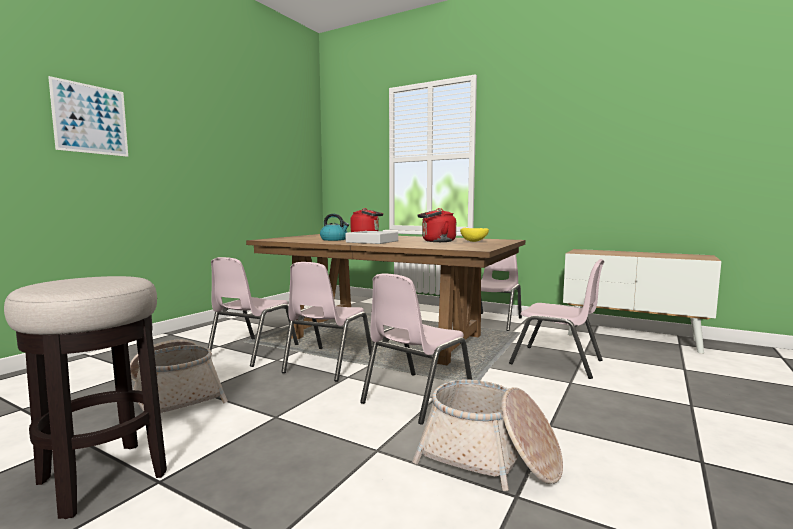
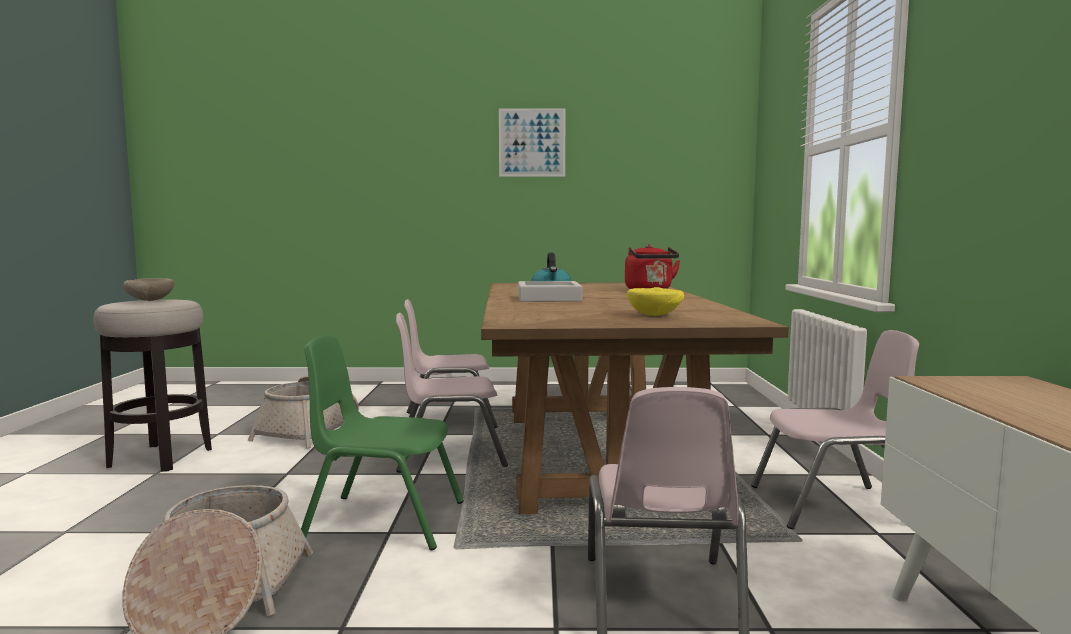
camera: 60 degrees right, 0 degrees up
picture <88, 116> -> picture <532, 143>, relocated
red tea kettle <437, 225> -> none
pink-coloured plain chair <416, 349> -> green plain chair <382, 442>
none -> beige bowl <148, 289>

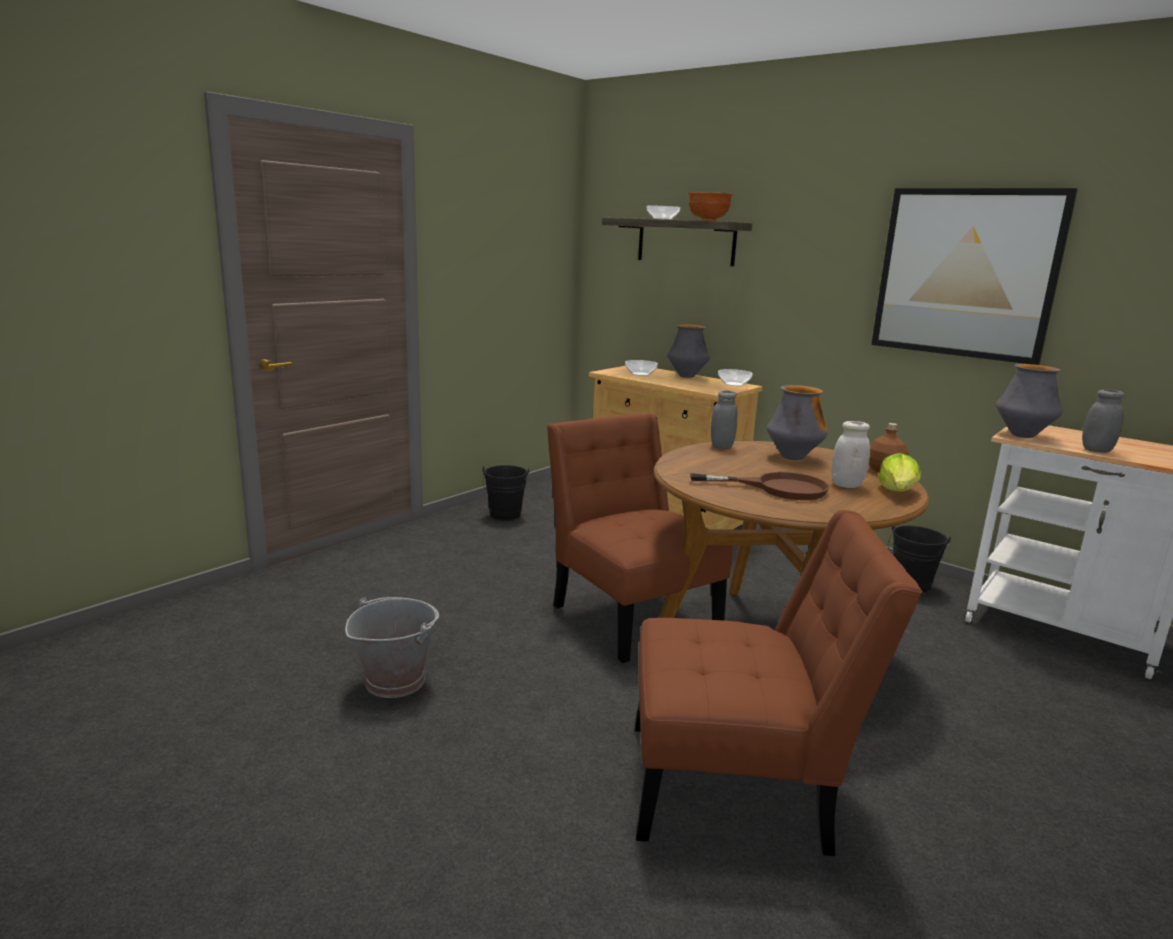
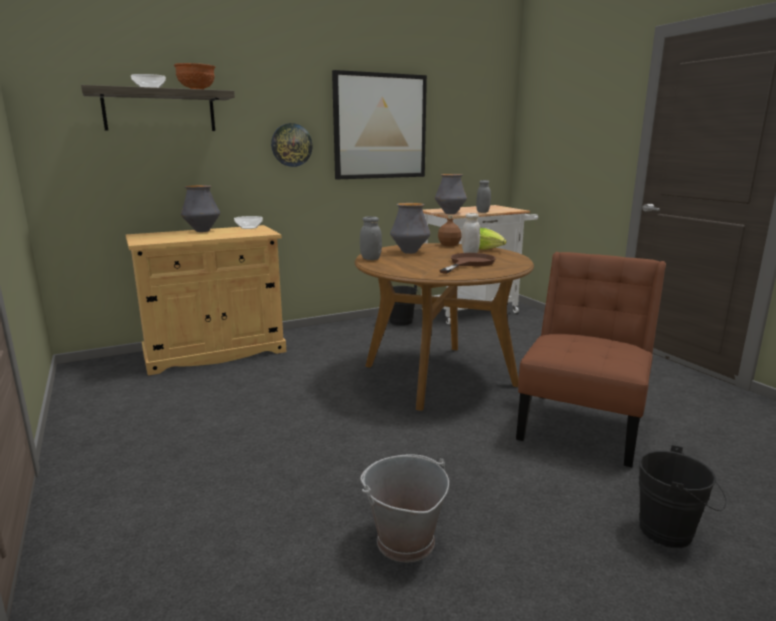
camera: 65 degrees left, 0 degrees up
bowl <641, 368> -> none
brown-coloured plain chair <640, 538> -> none
black-coloured water bucket <505, 492> -> black-coloured water bucket <683, 496>, relocated
none -> wall clock <292, 145>

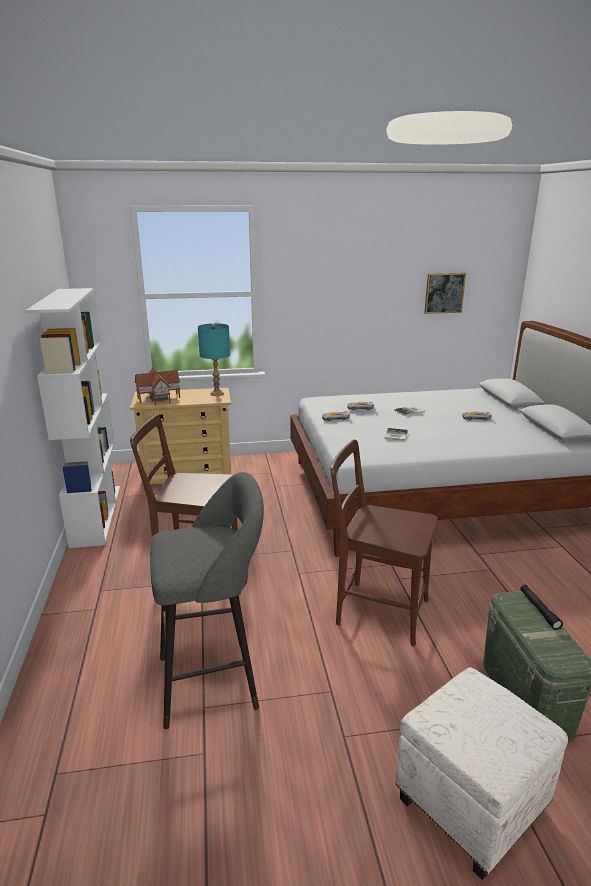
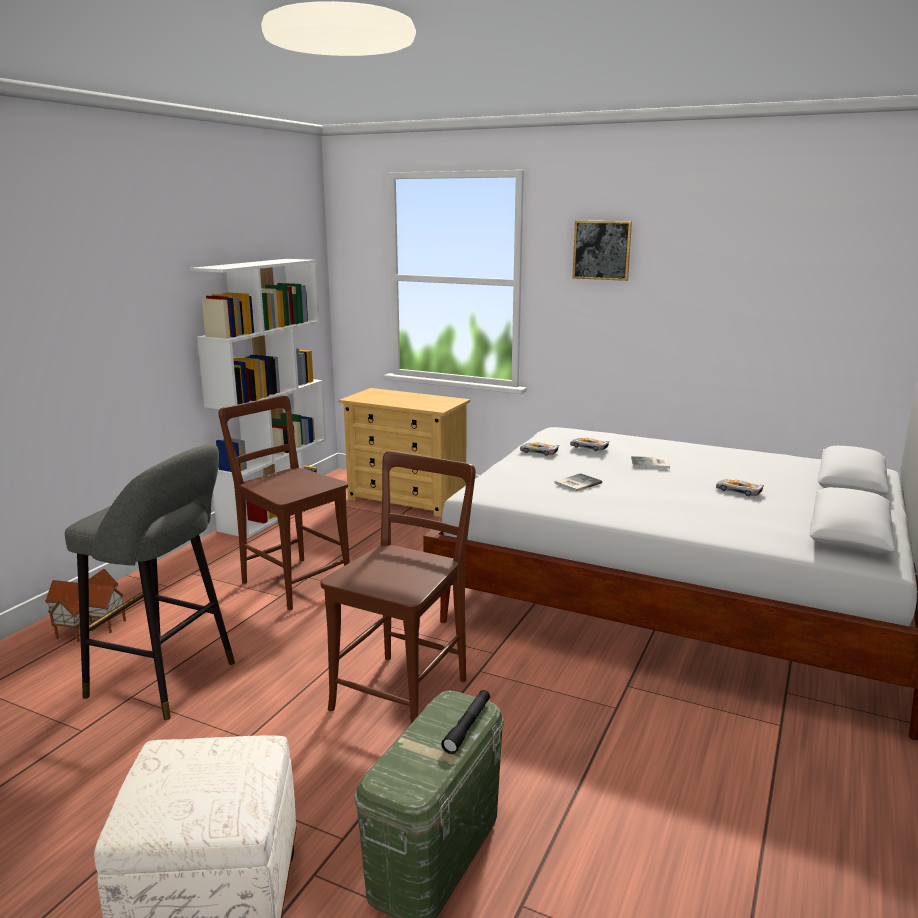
camera: 35 degrees right, 5 degrees down
picture <445, 293> -> picture <602, 251>, relocated
blue-green lamp for a table <214, 359> -> none
model house <157, 386> -> model house <85, 605>, relocated
brown-coloured plain chair <384, 542> -> brown-coloured plain chair <398, 587>, 60 degrees clockwise

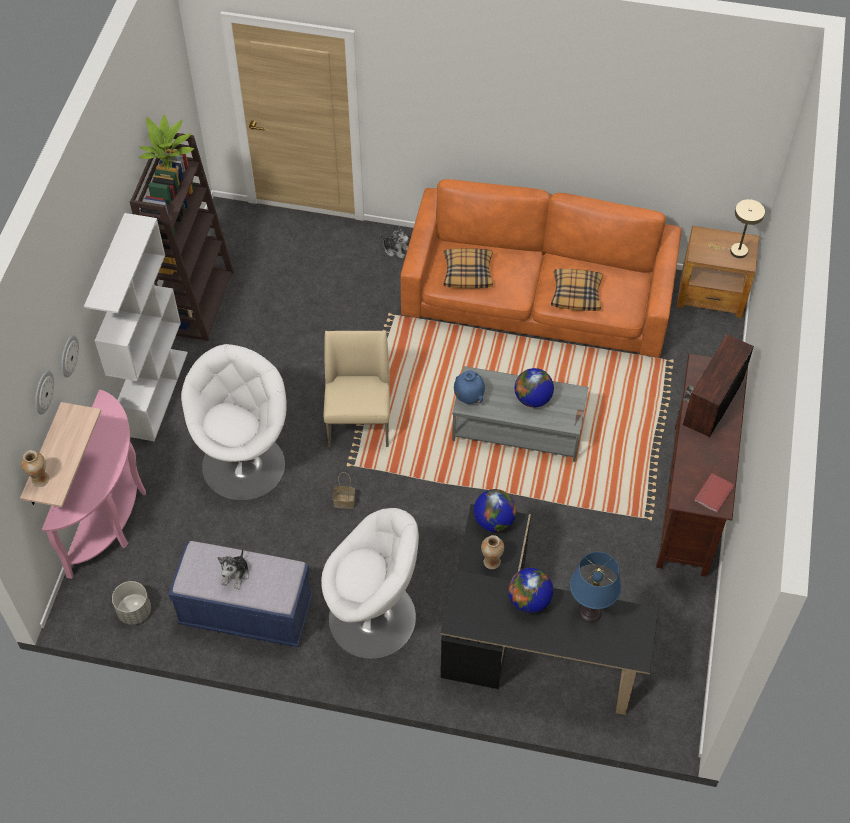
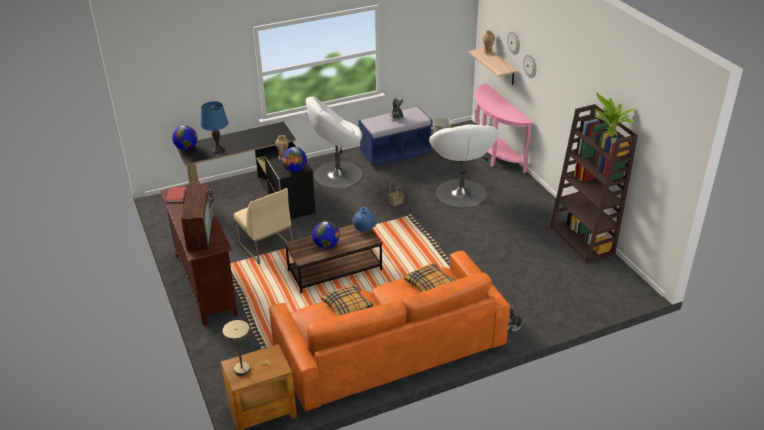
camera: 145 degrees right, 20 degrees down
whitish bookcase <136, 327> -> none
beige plain chair <357, 389> -> beige plain chair <263, 226>, relocated
gray coffee table <520, 414> -> brown-coloured coffee table <333, 258>
globe <530, 590> -> globe <184, 137>, relocated

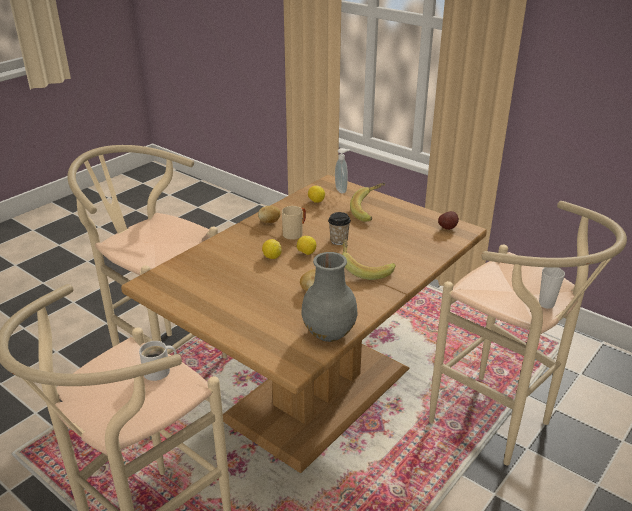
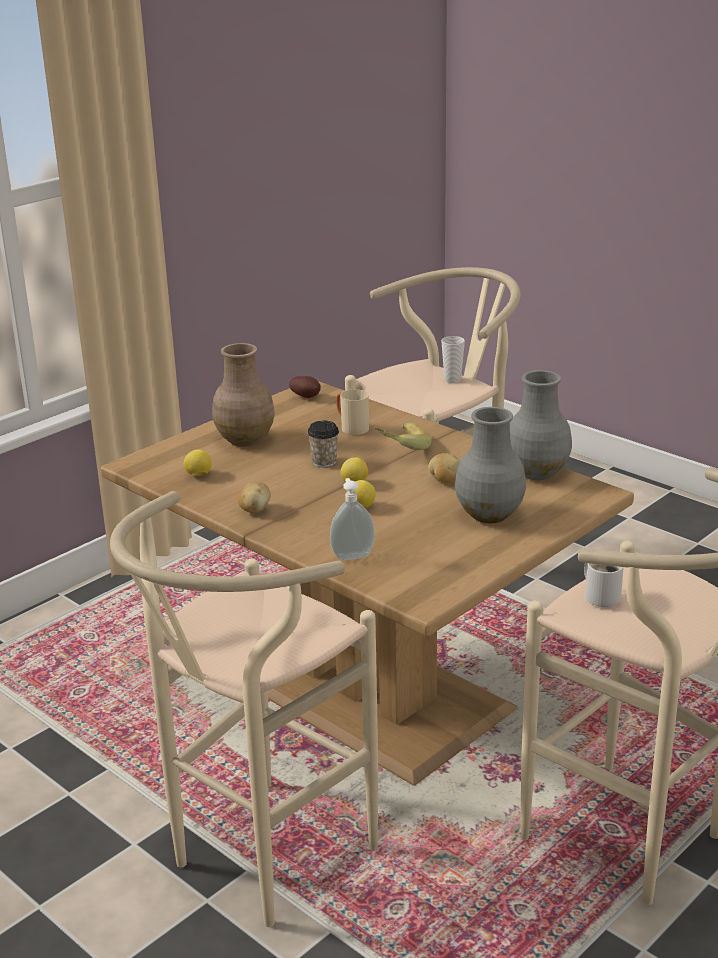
camera: 85 degrees left, 5 degrees down
soap dispenser <342, 170> -> soap dispenser <352, 519>, relocated
banana fruit <367, 202> -> brown-coloured flower vase <243, 395>
beige coffee mug <294, 223> -> beige coffee mug <352, 412>, relocated
none -> gray flower vase <490, 465>

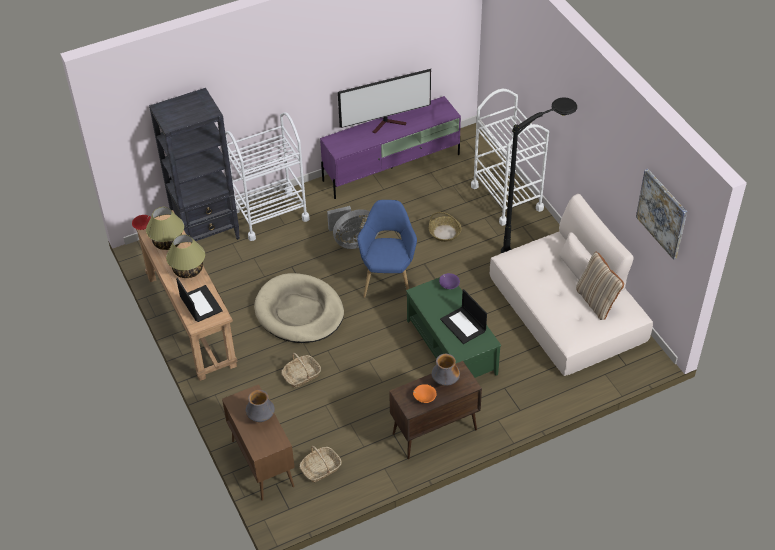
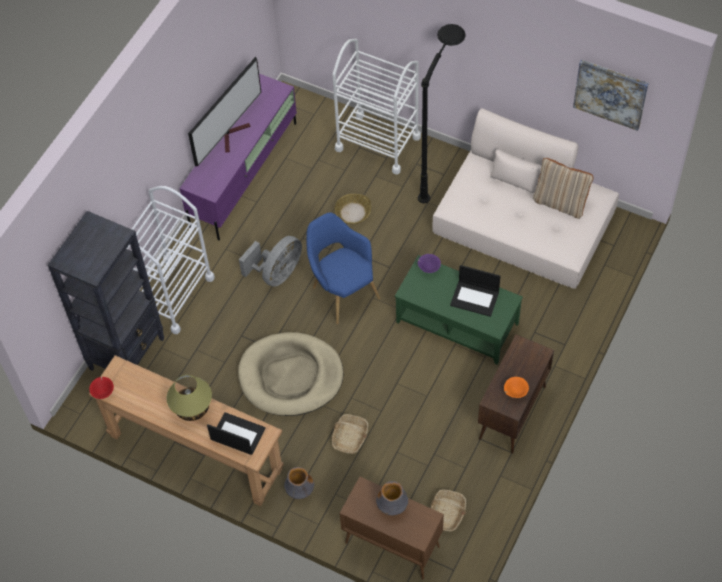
camera: 35 degrees left, 10 degrees up
lamp for a table <165, 228> -> none
flower vase <445, 370> -> flower vase <299, 483>, relocated

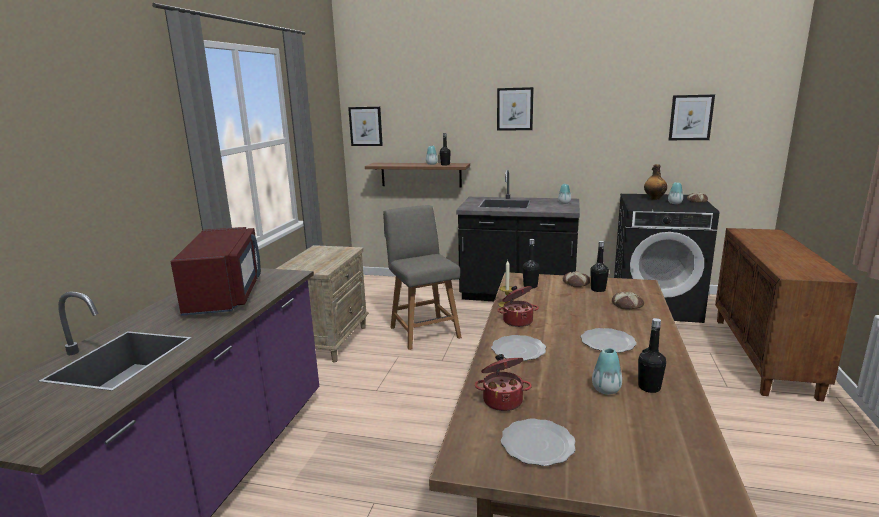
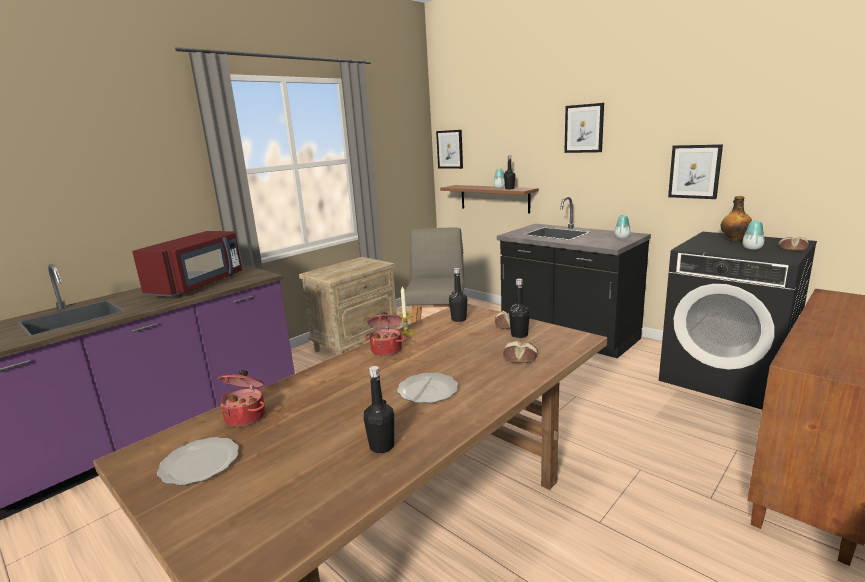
camera: 30 degrees right, 0 degrees up
picture <692, 117> -> picture <695, 171>, relocated
plate <518, 348> -> none
flower vase <607, 371> -> none

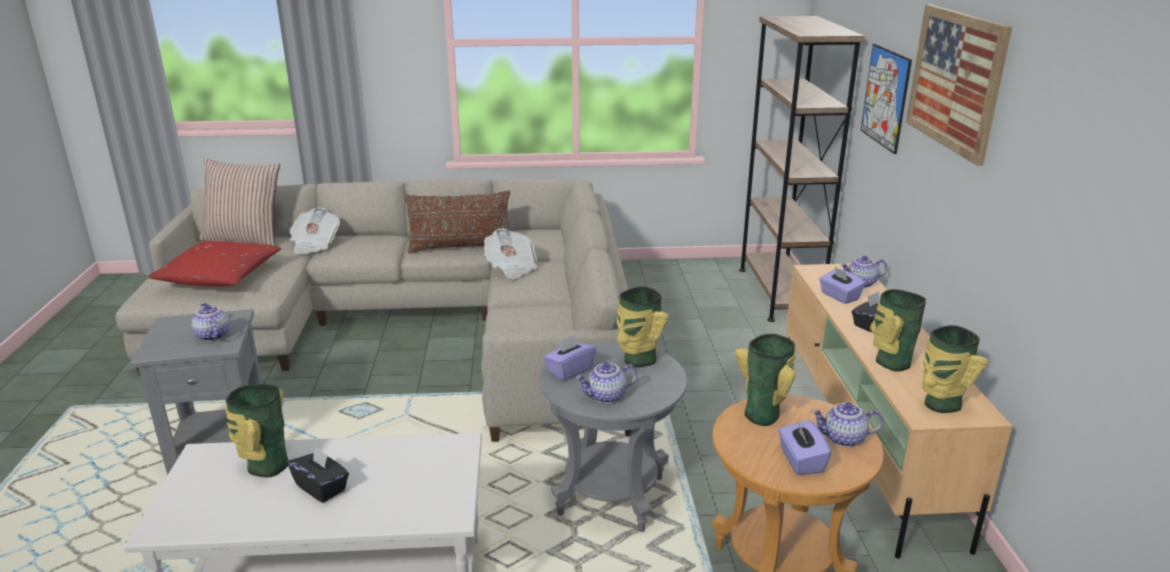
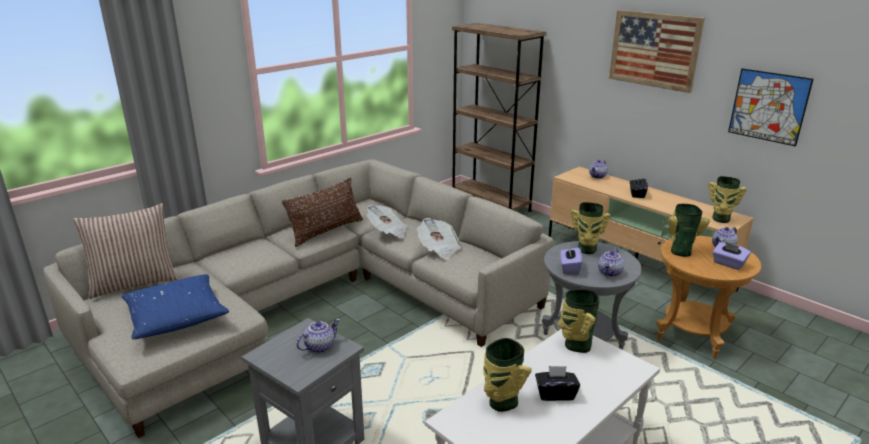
camera: 40 degrees left, 0 degrees up
picture <886, 99> -> picture <771, 108>, relocated
printed paper <314, 230> -> printed paper <439, 239>, relocated
red pillow <215, 263> -> blue pillow <175, 306>
purple tissue box <842, 285> -> none
flower vase <898, 330> -> flower vase <578, 321>, relocated
pot for tea <210, 322> -> pot for tea <318, 336>, 120 degrees clockwise

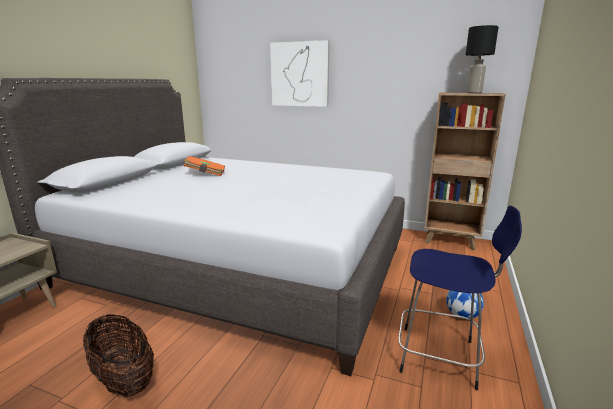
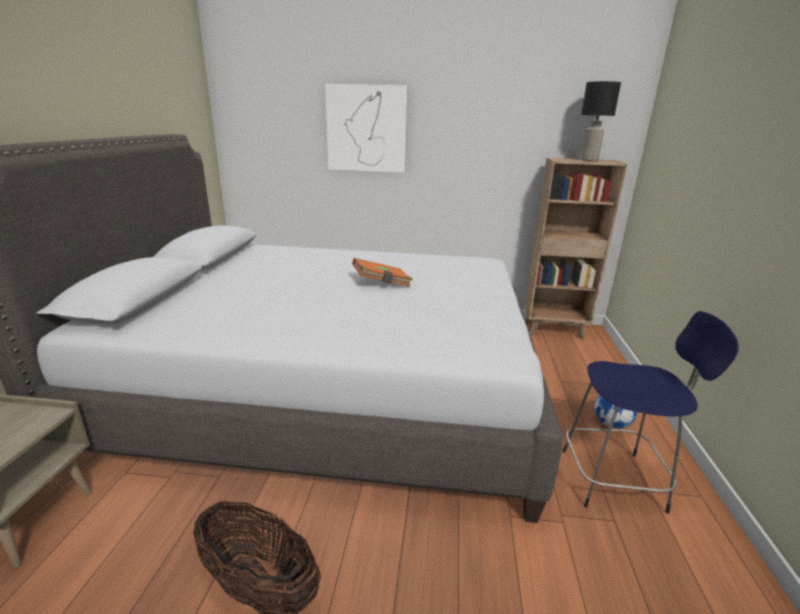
camera: 15 degrees left, 5 degrees up
orangey volume <204, 166> -> orangey volume <382, 272>, relocated

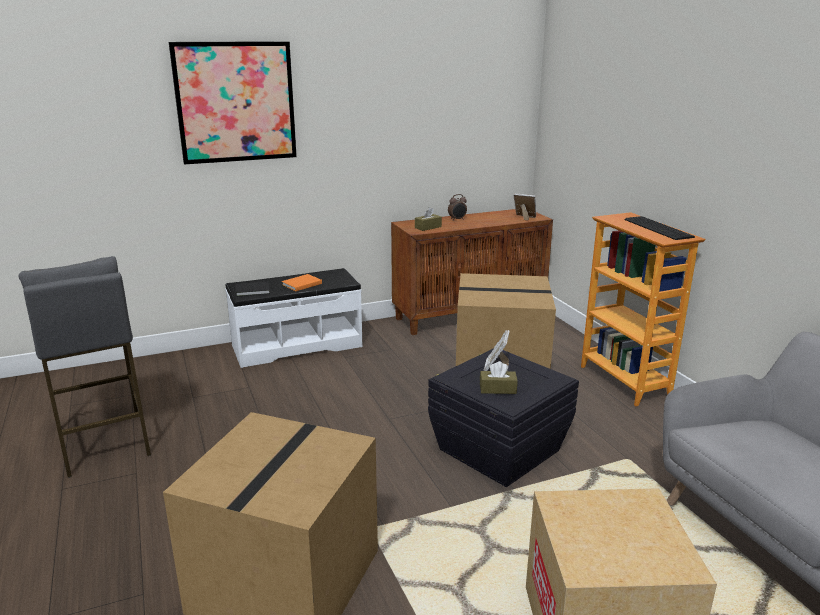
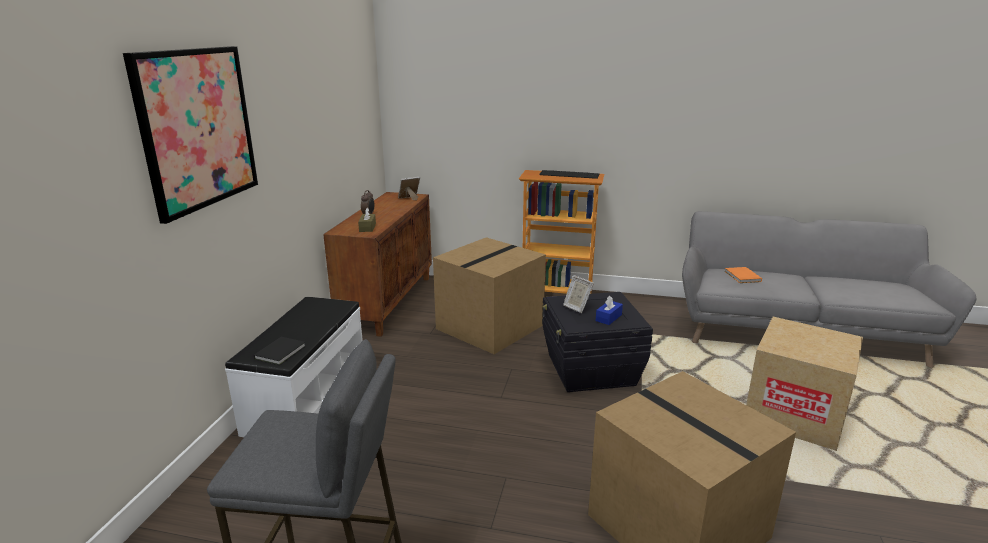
camera: 55 degrees left, 0 degrees up
orangey volume <302, 282> -> orangey volume <743, 275>, relocated
brown-coloured tissue box <499, 377> -> blue tissue box <609, 310>

